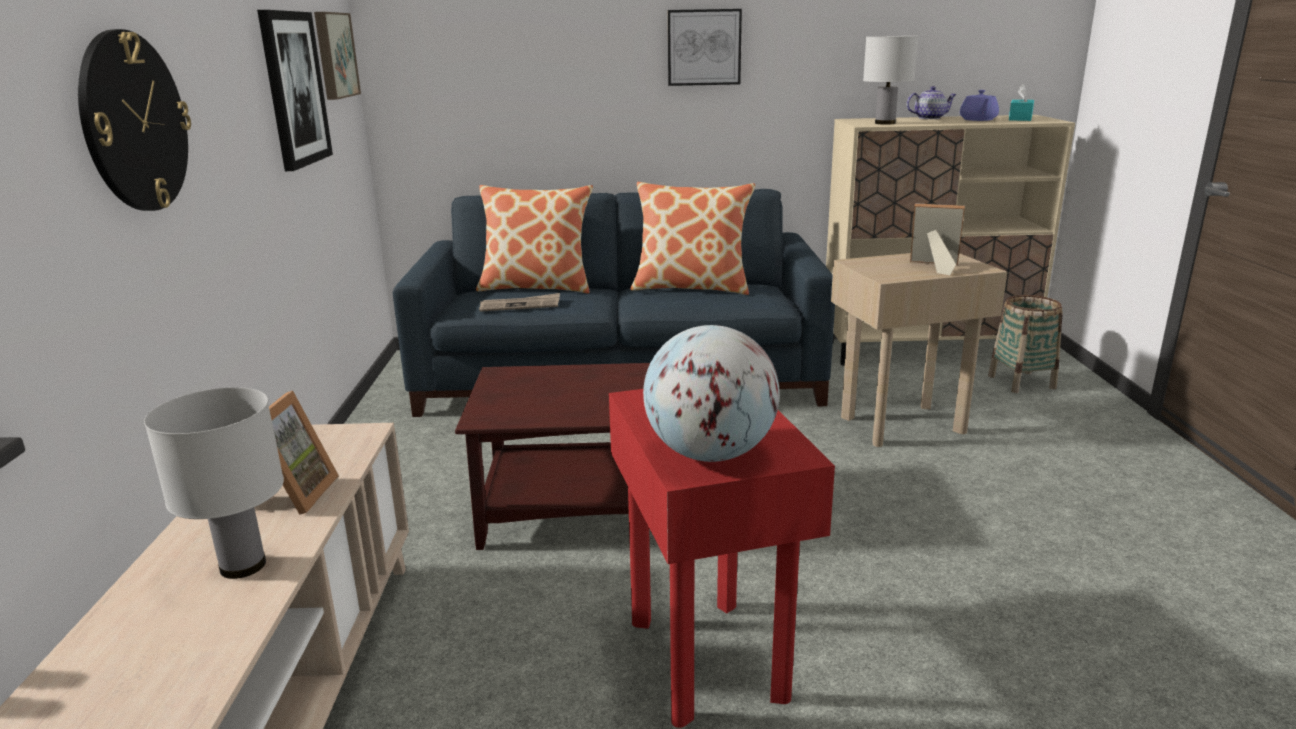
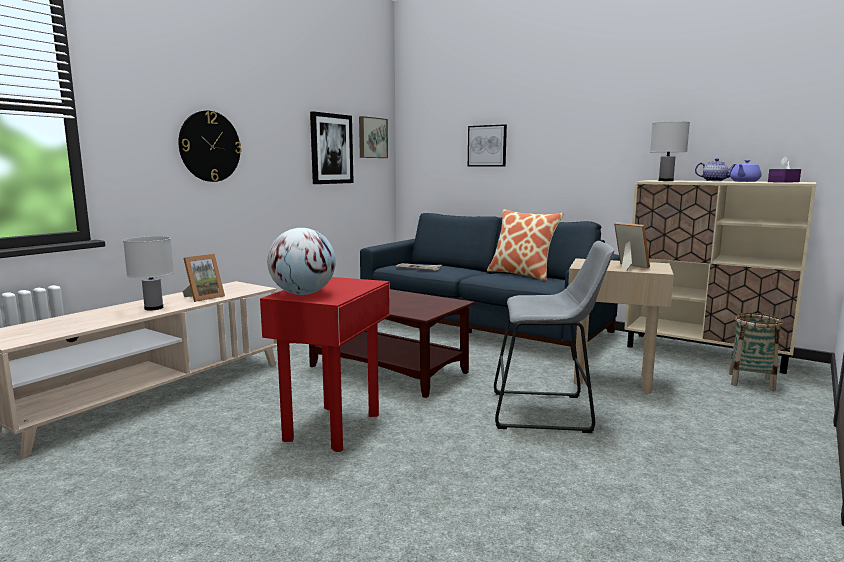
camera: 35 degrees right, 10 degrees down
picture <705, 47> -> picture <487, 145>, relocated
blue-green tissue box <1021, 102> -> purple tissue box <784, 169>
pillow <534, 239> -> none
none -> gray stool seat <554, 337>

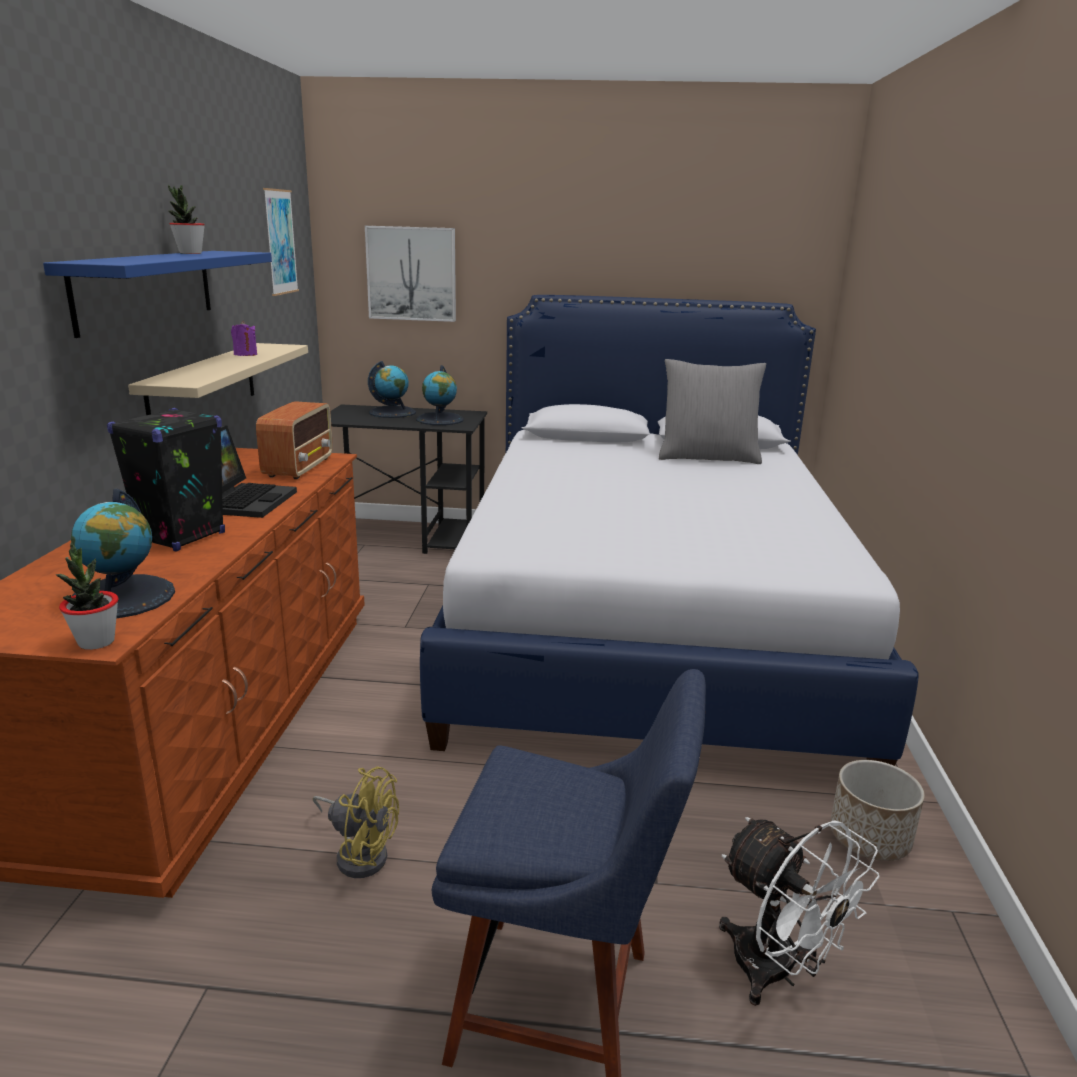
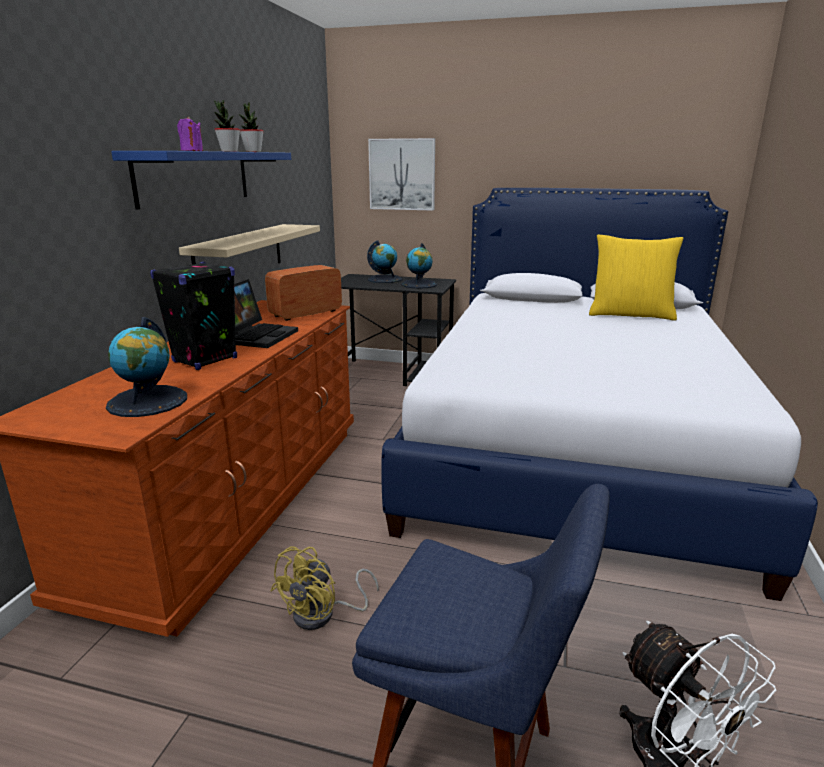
camera: 10 degrees right, 0 degrees up
picture <281, 242> -> none
purple wax candle <244, 338> -> purple wax candle <190, 134>, relocated
gray pillow <712, 411> -> yellow-coloured pillow <636, 278>
radio <294, 440> -> radio <303, 293>, 150 degrees counterclockwise
houseplant <87, 596> -> houseplant <251, 127>, relocated
planter <877, 810> -> none
yellow-coloured electric fan <355, 822> -> yellow-coloured electric fan <325, 588>, 90 degrees clockwise

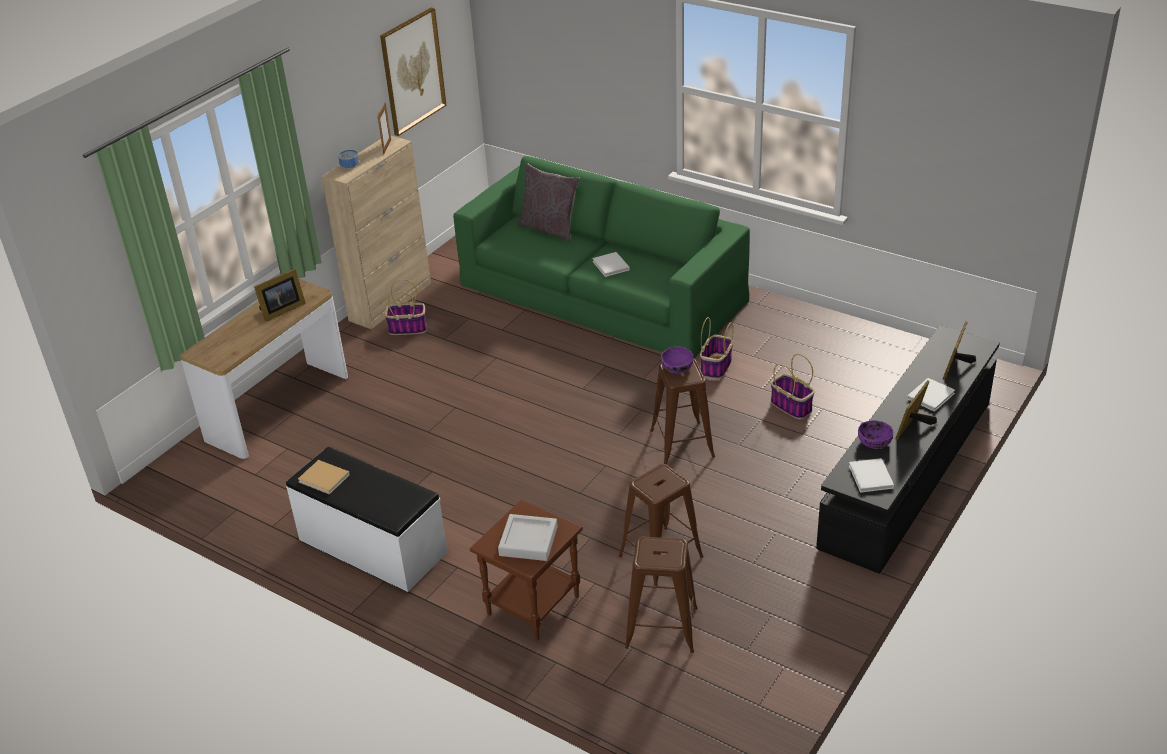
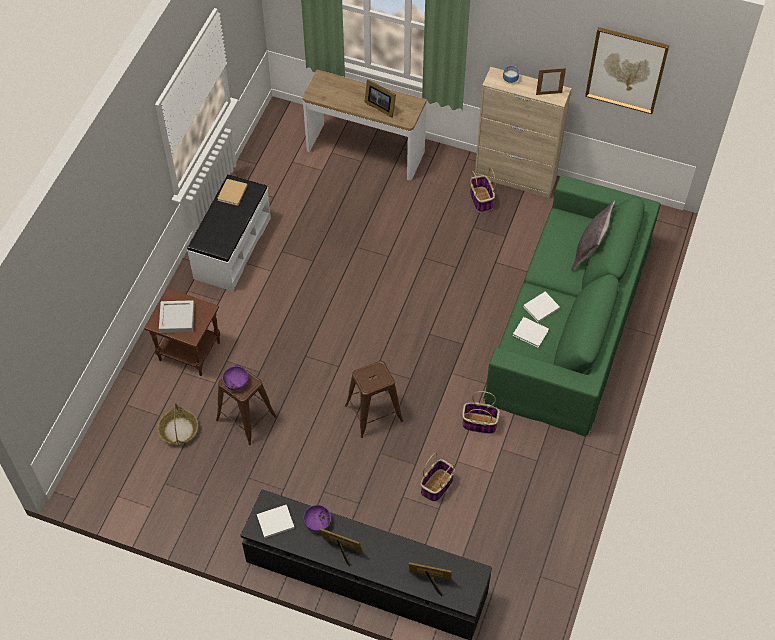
camera: 75 degrees right, 20 degrees up
purple bowl <677, 360> -> purple bowl <235, 378>, relocated
whitish volume <931, 395> -> whitish volume <531, 332>, relocated
brown-coloured stool seat <661, 594> -> basket <177, 424>

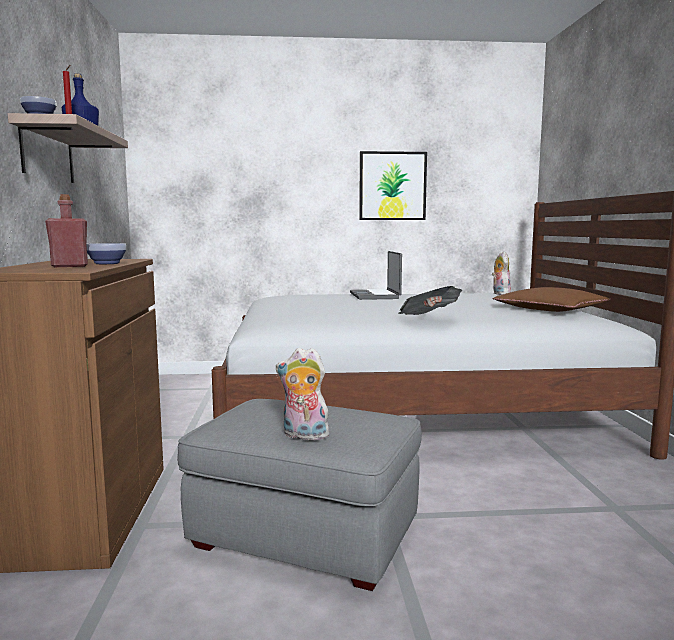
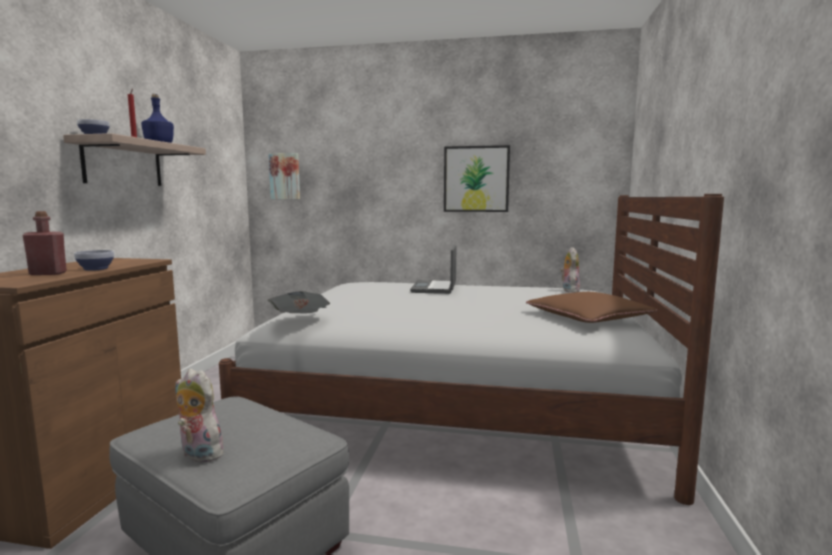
camera: 15 degrees right, 0 degrees up
printed paper <430, 300> -> printed paper <299, 302>, relocated
none -> picture <284, 176>

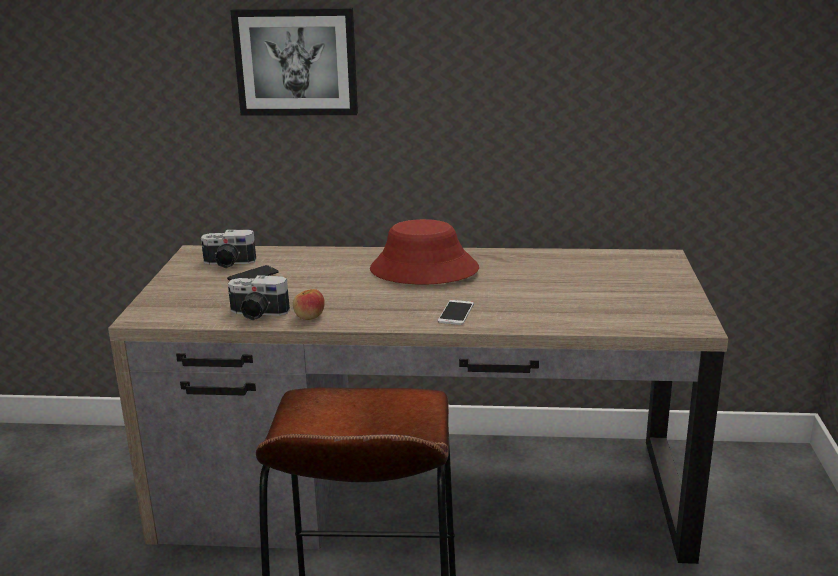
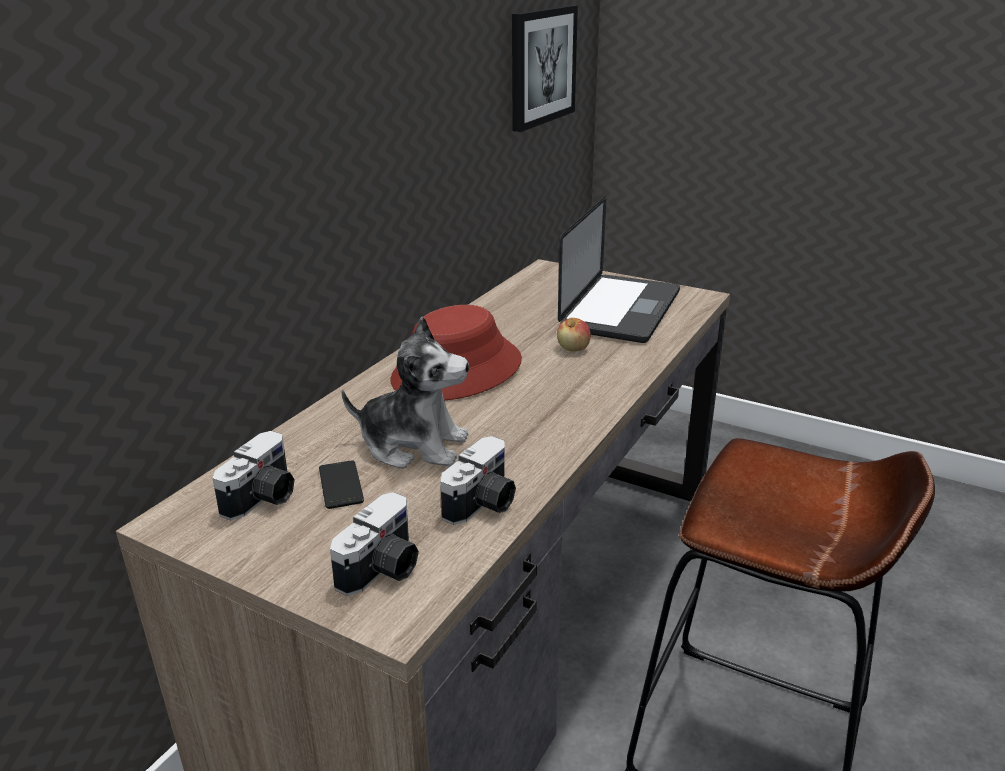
camera: 65 degrees left, 5 degrees up
picture <294, 62> -> picture <545, 68>, relocated
apple <309, 304> -> apple <574, 334>, relocated
telephone <456, 312> -> none
none -> portable computer <619, 269>
none -> cuddly toy <405, 392>
none -> photo camera <374, 544>

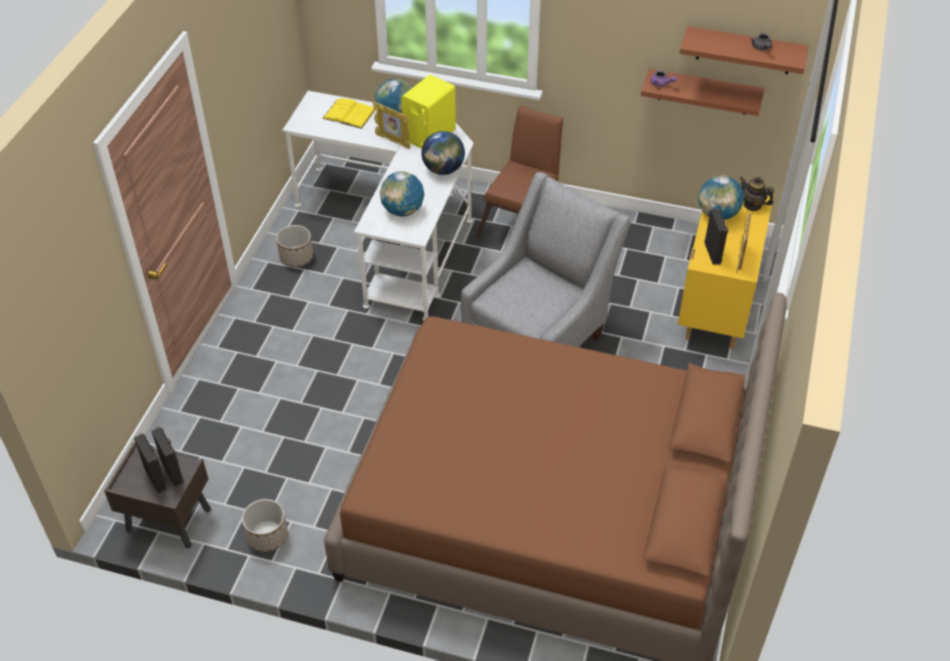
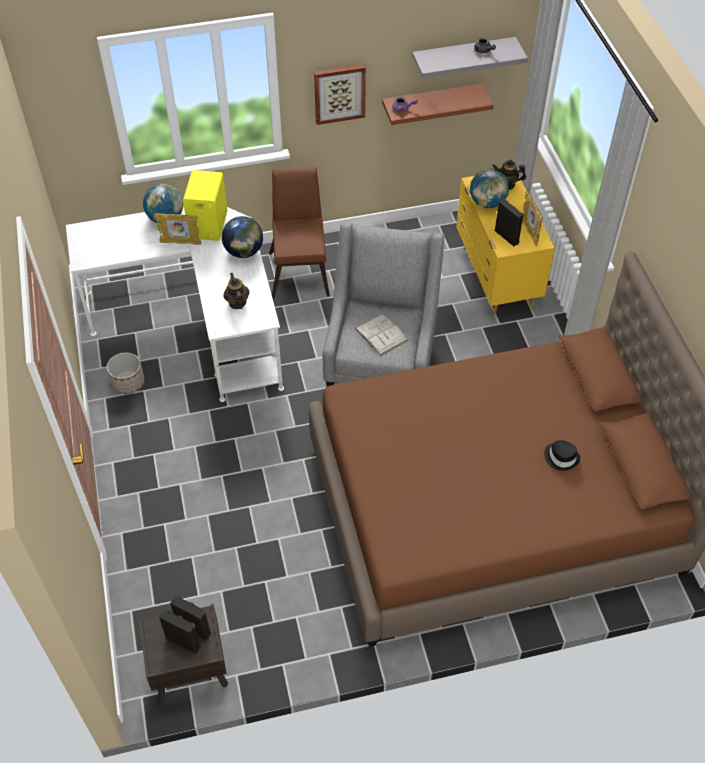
camera: 30 degrees left, 5 degrees up
brown-coloured wall shelf <744, 50> -> gray wall shelf <470, 57>
yellow-coloured volume <348, 113> -> none
globe <402, 194> -> pot for tea <236, 291>
planter <265, 525> -> none
none -> picture <340, 95>
none -> whitish volume <381, 335>
none -> black-coloured clothing hat <562, 455>

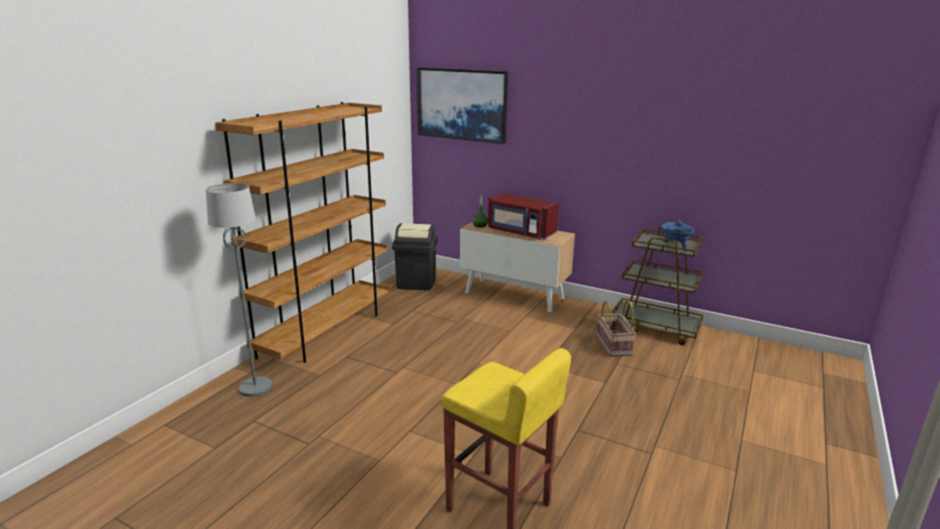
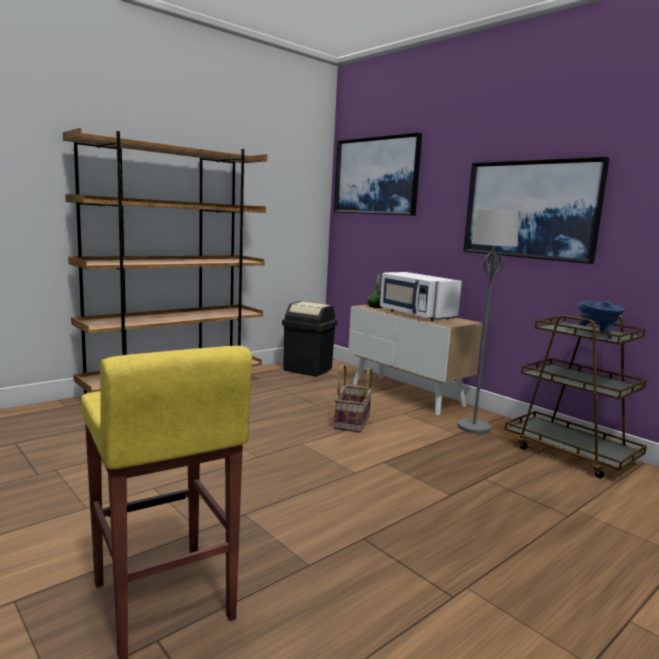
camera: 20 degrees right, 10 degrees down
gray floor lamp <239, 290> -> gray floor lamp <488, 322>, relocated
red microwave <523, 216> -> whitish microwave <421, 296>
basket <616, 328> -> basket <353, 398>, relocated
none -> picture <536, 210>

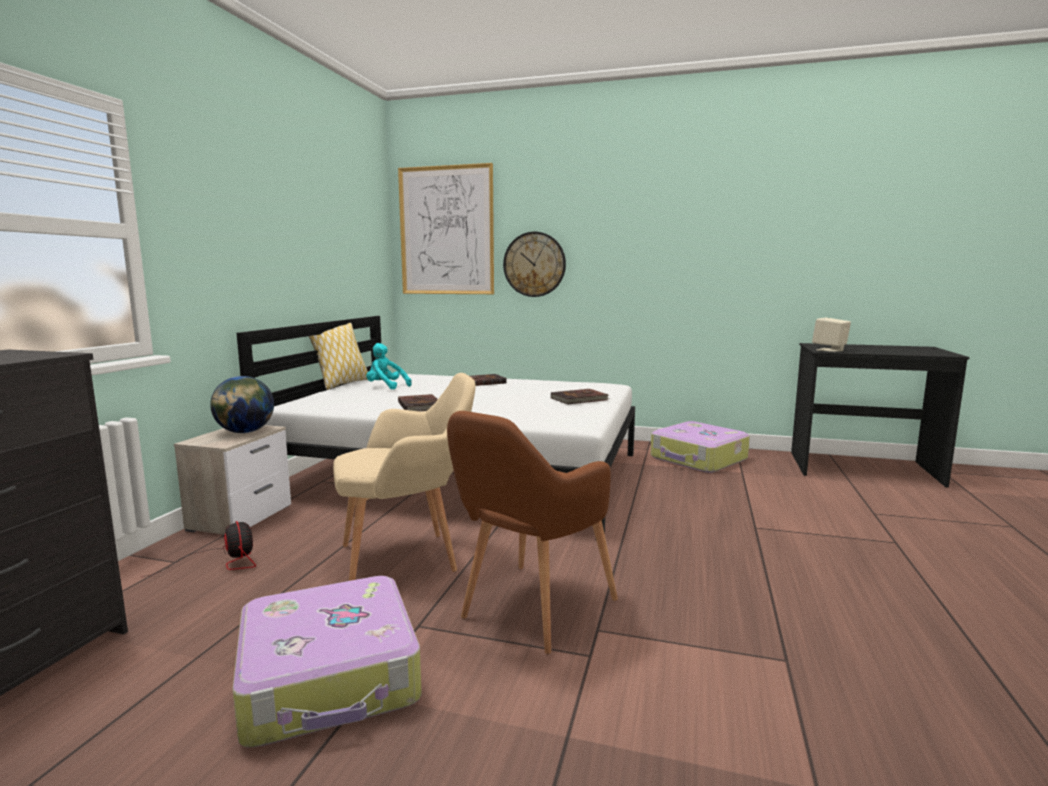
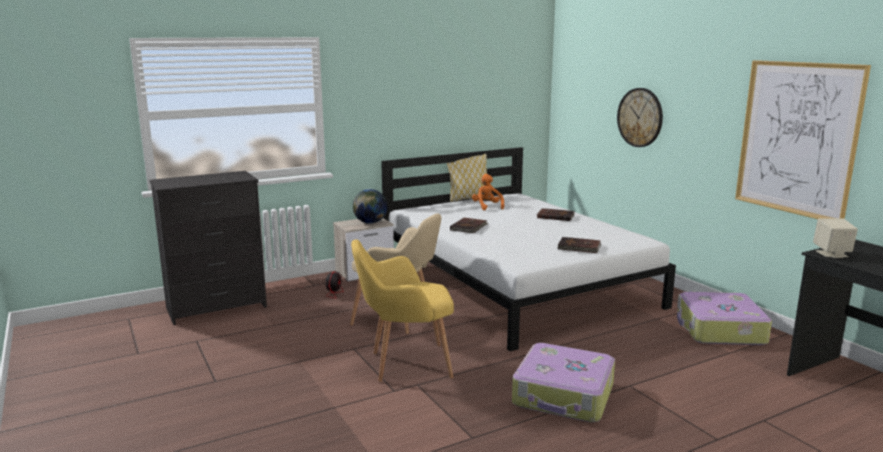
camera: 45 degrees right, 5 degrees up
picture <446, 228> -> picture <803, 139>, relocated
blue-green cuddly toy <389, 366> -> orangey cuddly toy <488, 192>
brown-coloured lounge chair <532, 532> -> yellow-coloured lounge chair <402, 310>
suitcase <327, 662> -> suitcase <563, 383>, relocated

